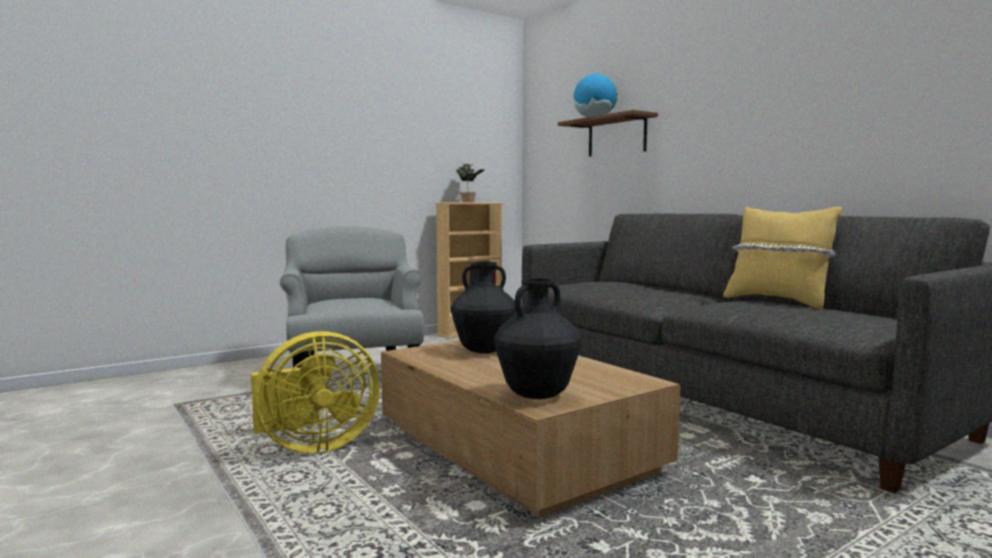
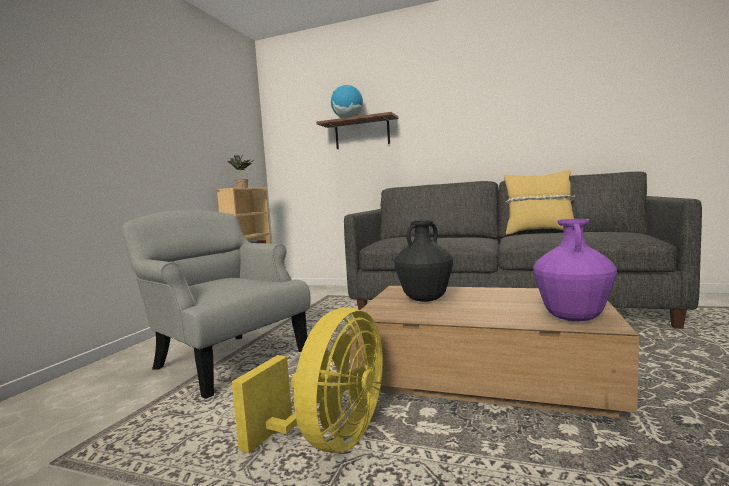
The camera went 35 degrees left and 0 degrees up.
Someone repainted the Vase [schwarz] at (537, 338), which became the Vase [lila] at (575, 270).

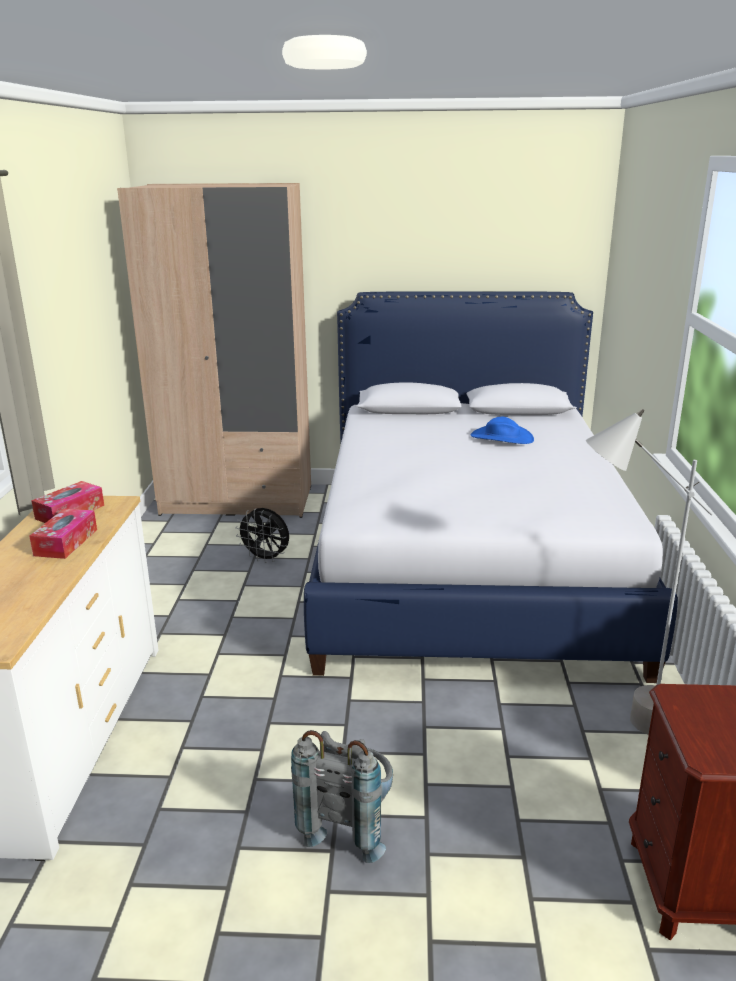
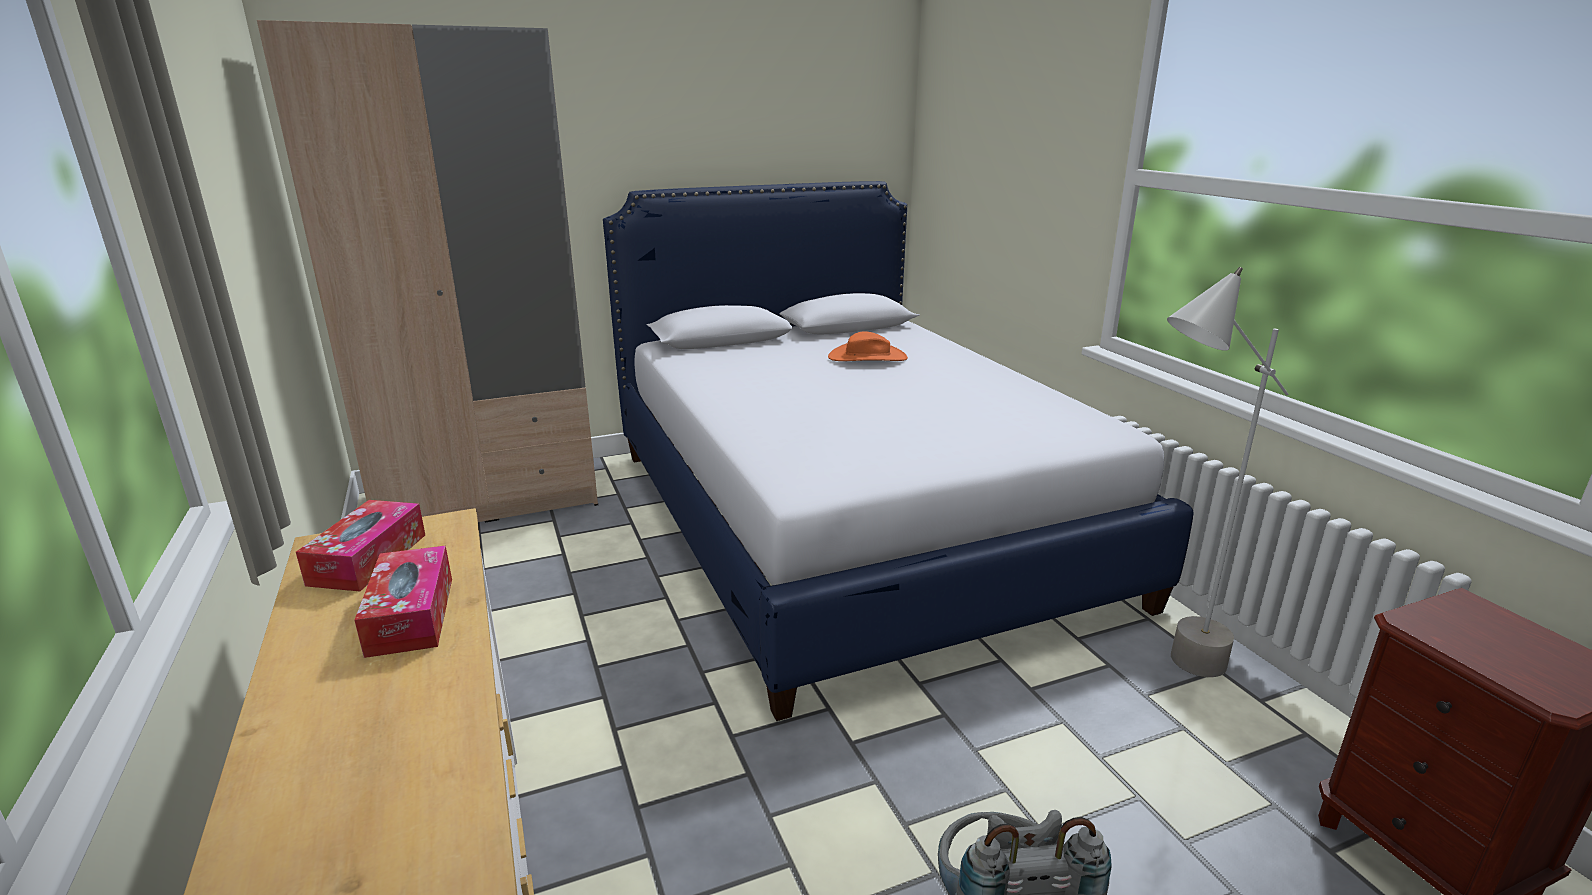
The camera went 25 degrees left and 0 degrees up.
Someone repainted the Hut [blau] at (502, 430), which became the Hut [orange] at (868, 346).
Someone took away the Ventilator [schwarz] at (262, 535).

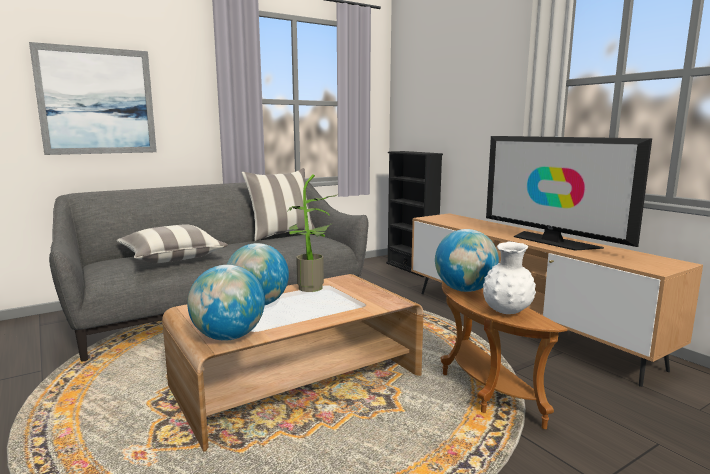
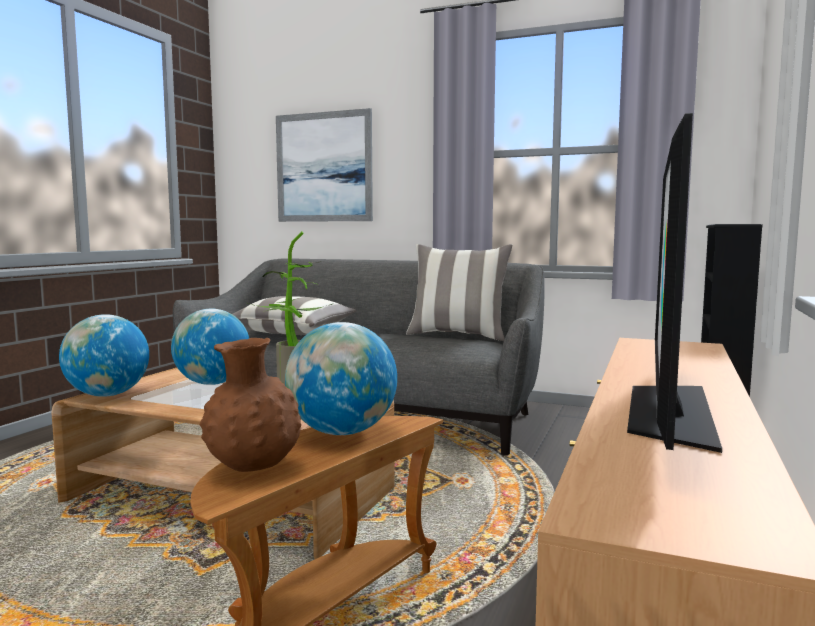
The camera went 55 degrees right and 5 degrees down.
Someone repainted the Vase [weiß] at (509, 278), which became the Vase [braun] at (250, 405).

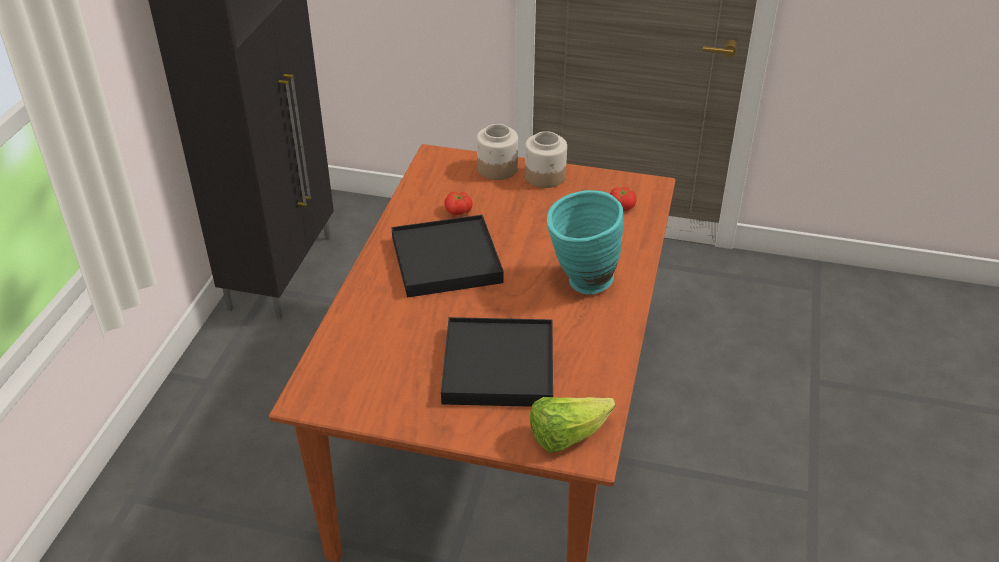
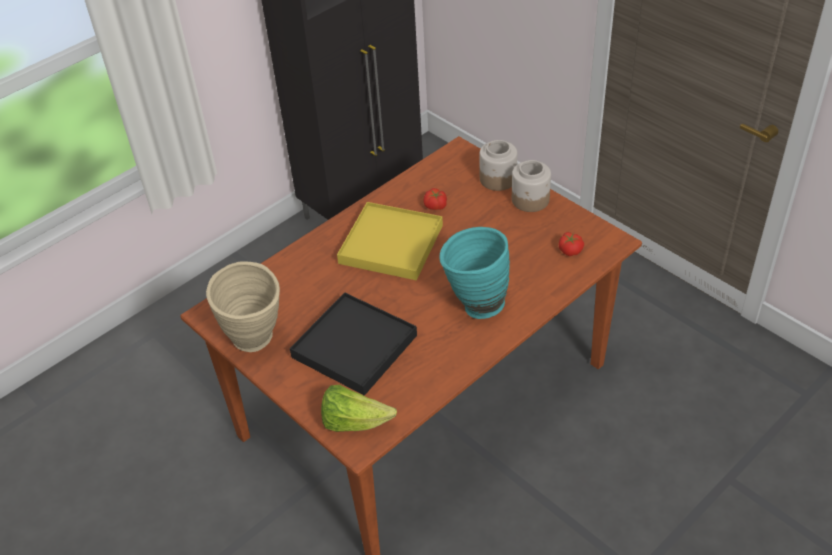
The camera went 35 degrees right and 5 degrees up.
Someone repainted the Tablett [schwarz] at (447, 256), which became the Tablett [gelb] at (390, 241).
Someone put down the Vase [beige] at (243, 306).

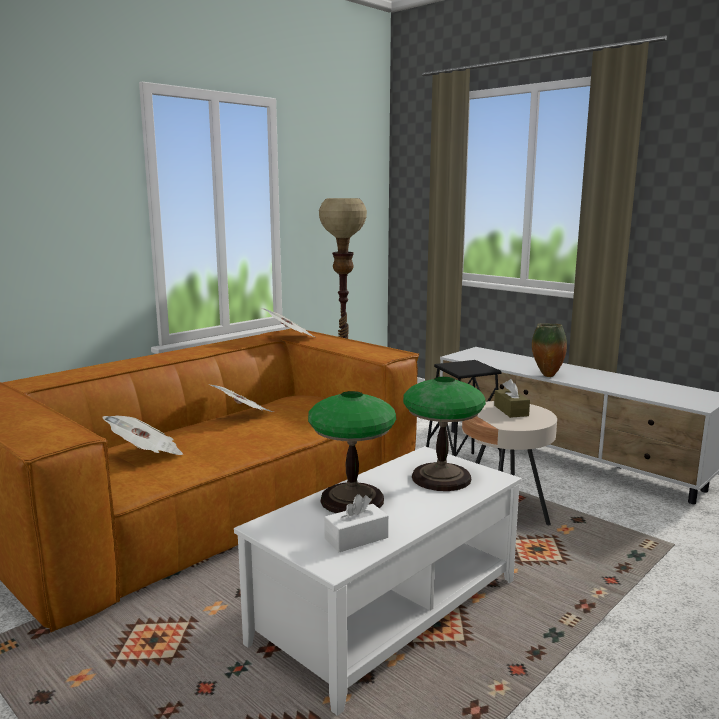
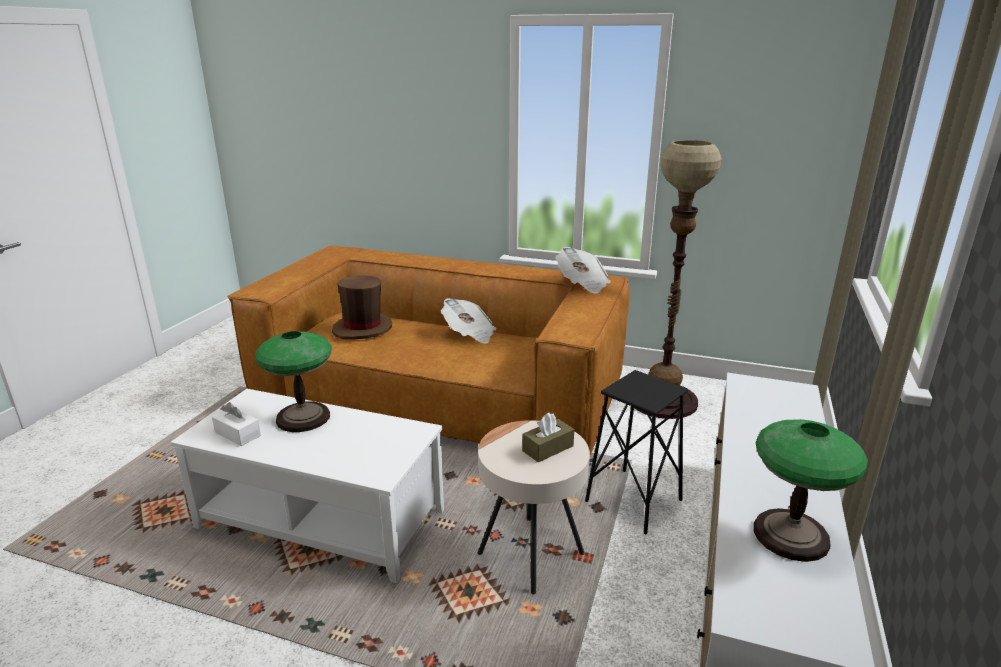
The camera went 65 degrees right and 10 degrees up.
Someone took away the Vase at (549, 350).
Someone carried the Tischlampe from (444, 434) to (810, 490).
Someone swapped the Zeitung at (143, 435) for the Hut [braun] at (362, 307).

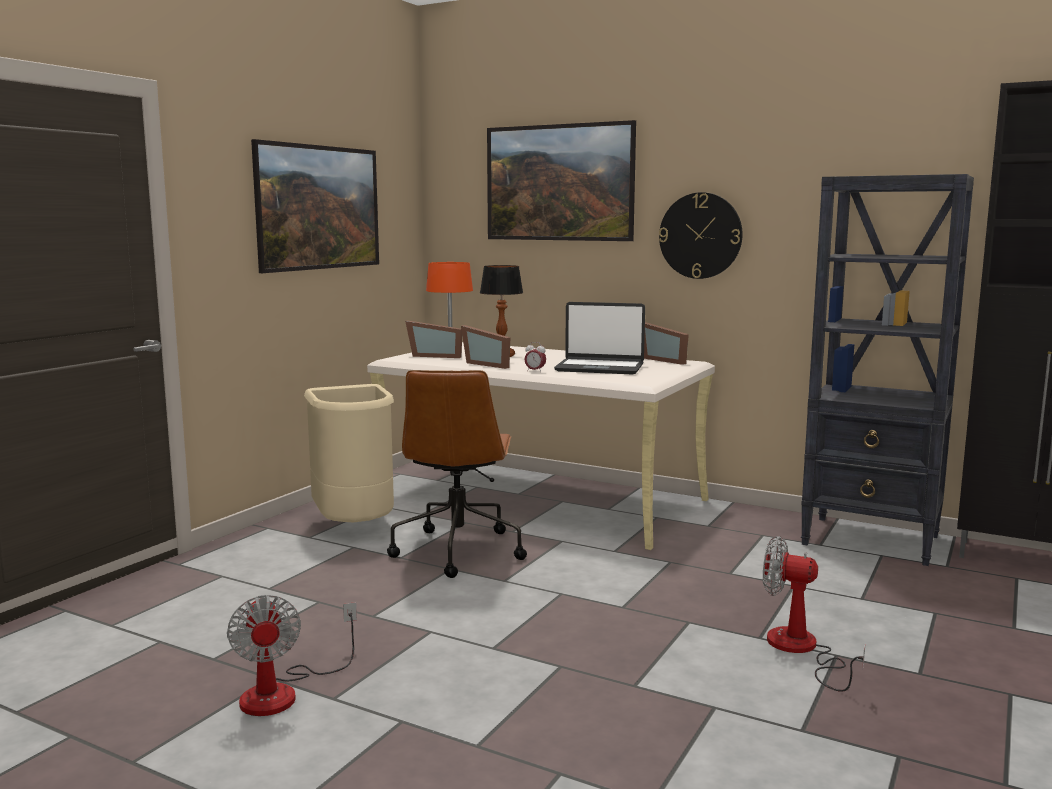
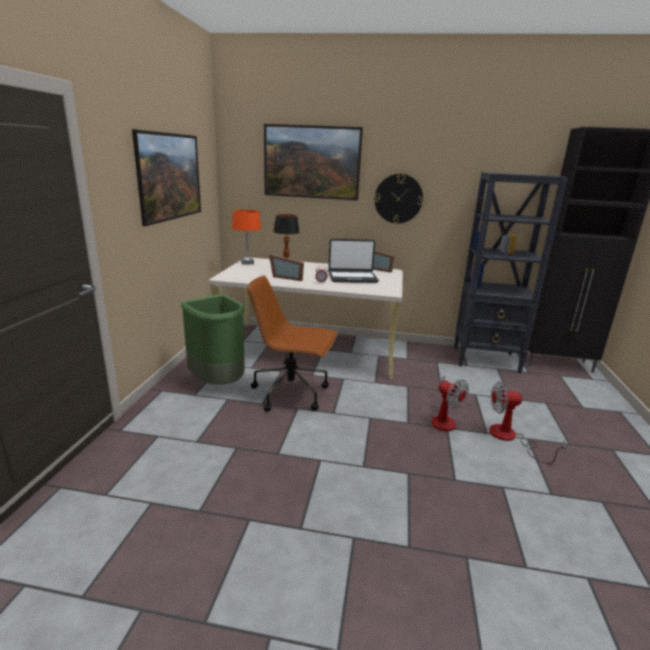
The camera went 20 degrees left and 10 degrees up.
Someone took away the Bilderrahmen at (433, 339).
Someone rotated the Bürostuhl [braun] at (457, 474) by 120 degrees clockwise.
Someone repainted the Mülleimer [beige] at (349, 453), which became the Mülleimer [grün] at (213, 339).
Someone carried the Ventilator from (292, 655) to (449, 403).

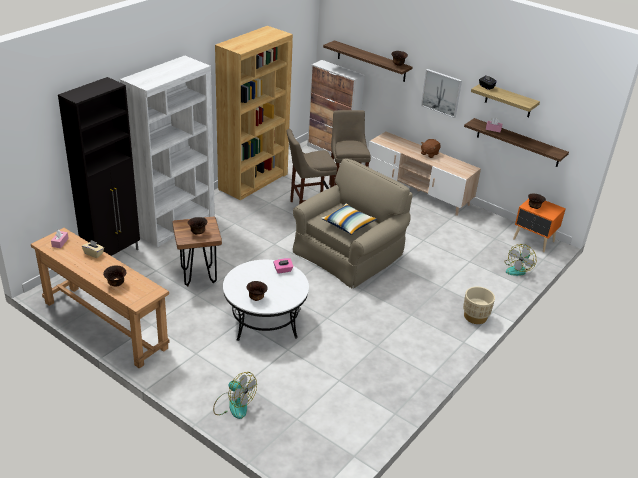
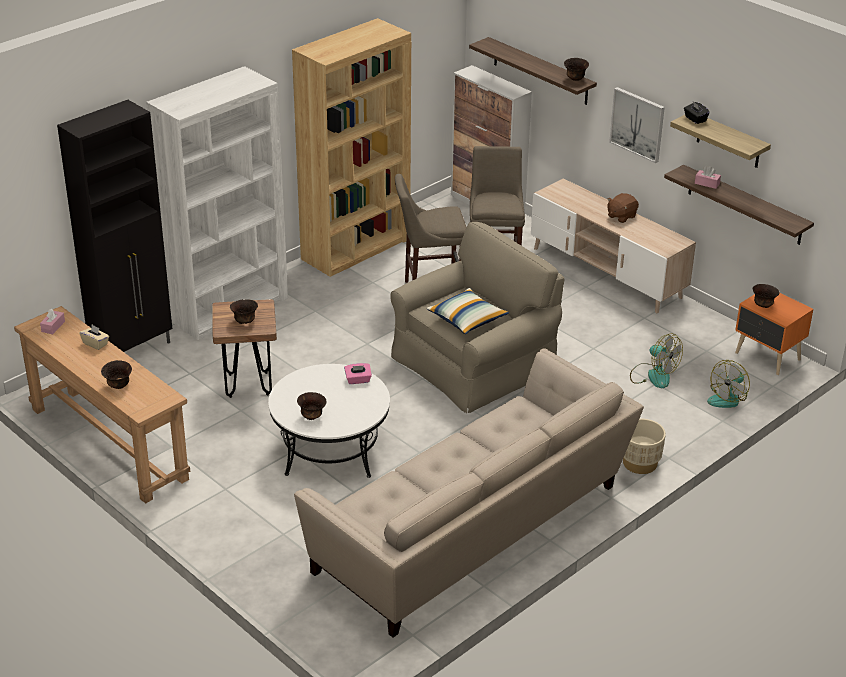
The camera went 10 degrees right and 0 degrees up.
Someone carried the Ventilator from (235, 395) to (656, 360).
Someone put down the Sofa [beige] at (469, 493).

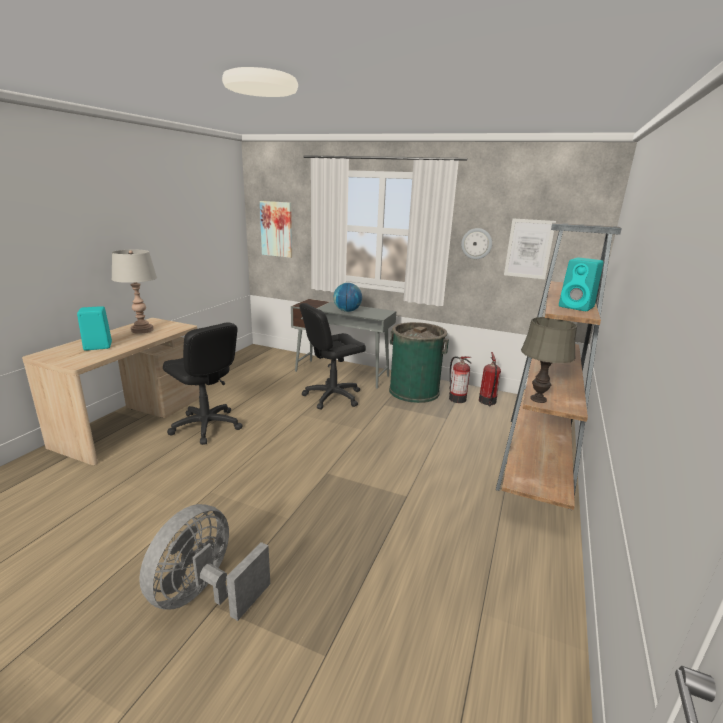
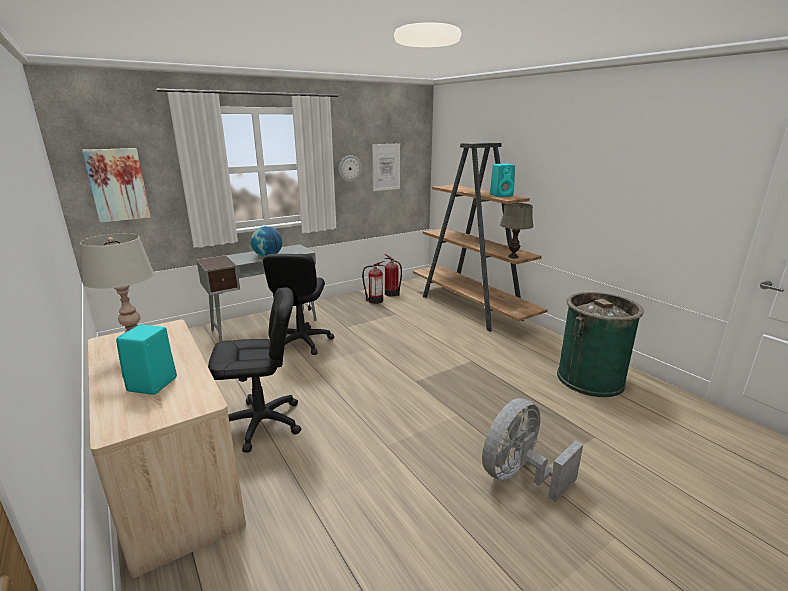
The camera went 55 degrees left and 0 degrees up.
Someone carried the Mülleimer [grün] from (419, 362) to (600, 344).
Someone rotated the Ventilator [grau] at (204, 562) by 75 degrees clockwise.

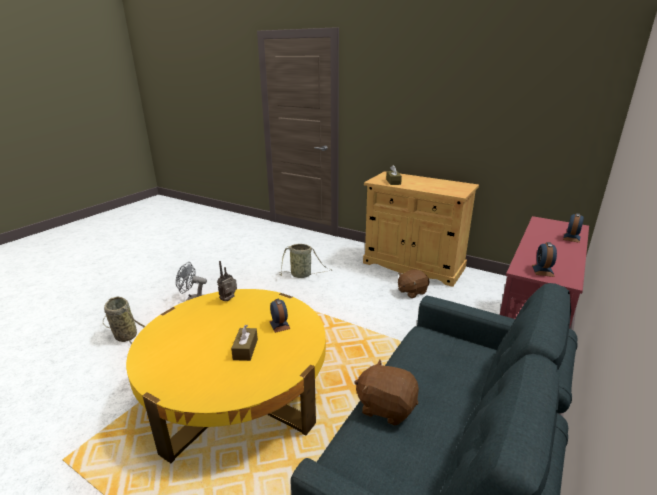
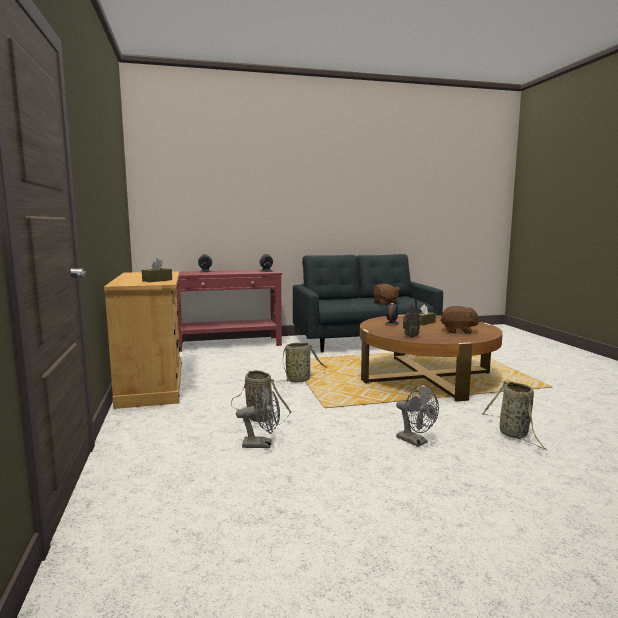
The camera went 135 degrees left and 15 degrees down.
Someone carried the Plüschtier [braun] from (414, 283) to (460, 320).
Someone repainted the Couchtisch [gelb] at (226, 376), which became the Couchtisch [braun] at (431, 358).
Someone put down the Korb at (302, 362).
Someone put down the Ventilator [grau] at (258, 416).

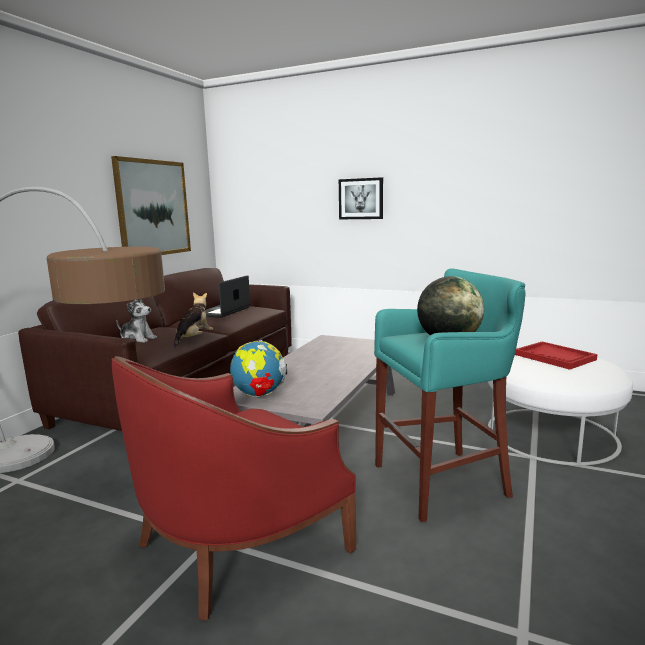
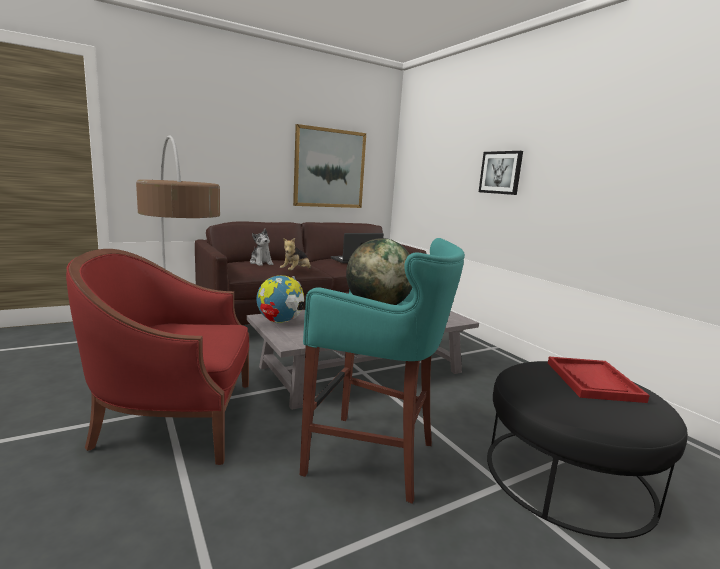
The camera went 35 degrees right and 0 degrees up.
Someone rotated the Plüschtier at (193, 320) by 150 degrees clockwise.
Someone repainted the Polsterhocker [weiß] at (560, 410), which became the Polsterhocker [schwarz] at (587, 450).

